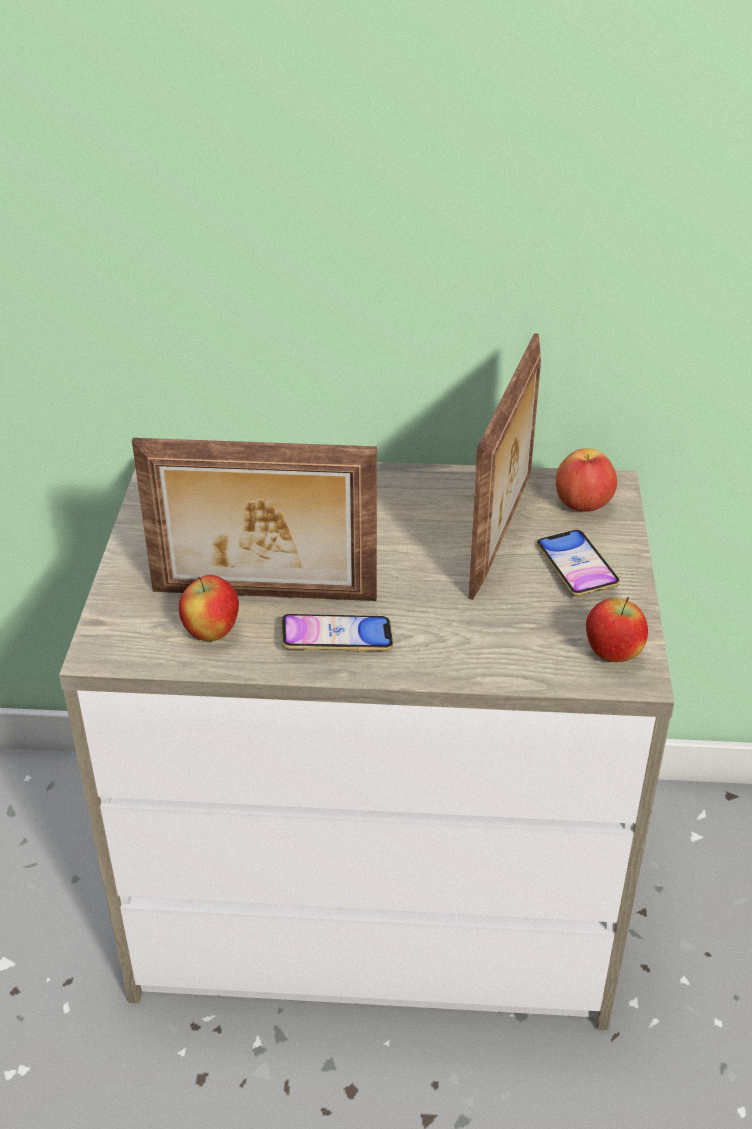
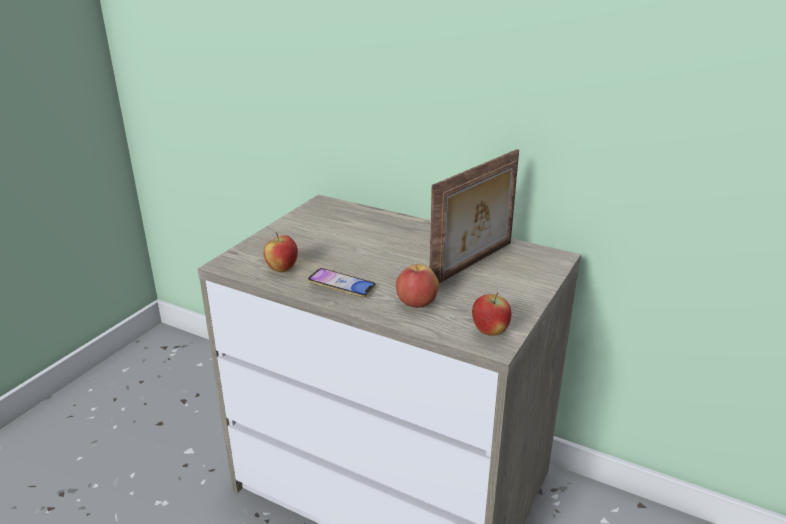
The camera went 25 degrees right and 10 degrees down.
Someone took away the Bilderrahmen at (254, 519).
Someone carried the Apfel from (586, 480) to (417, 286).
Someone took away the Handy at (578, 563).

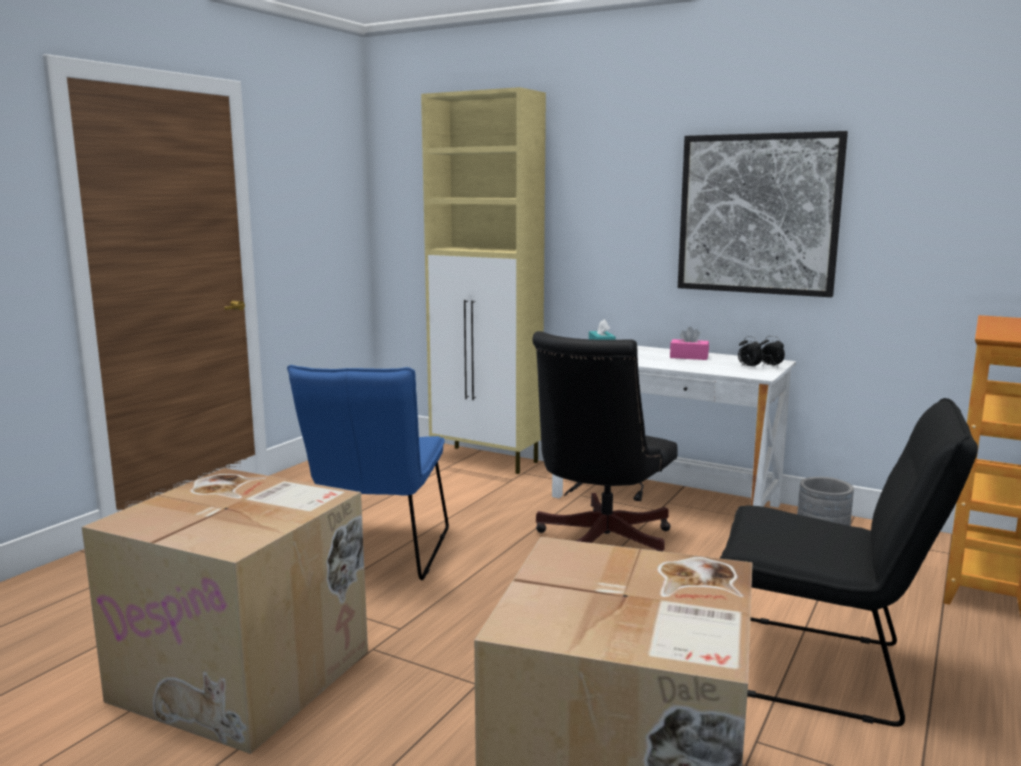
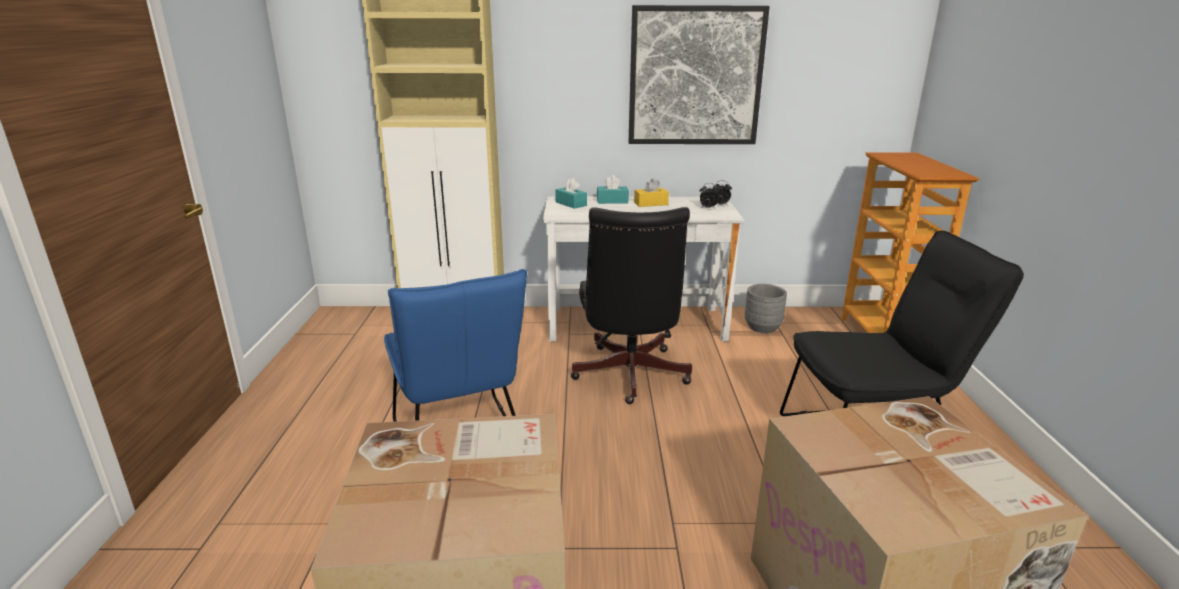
The camera went 30 degrees left and 10 degrees up.
Someone repainted the Taschentuchbox [rosa] at (689, 343), which became the Taschentuchbox [gelb] at (651, 192).
Someone put down the Taschentuchbox [türkis] at (613, 189).

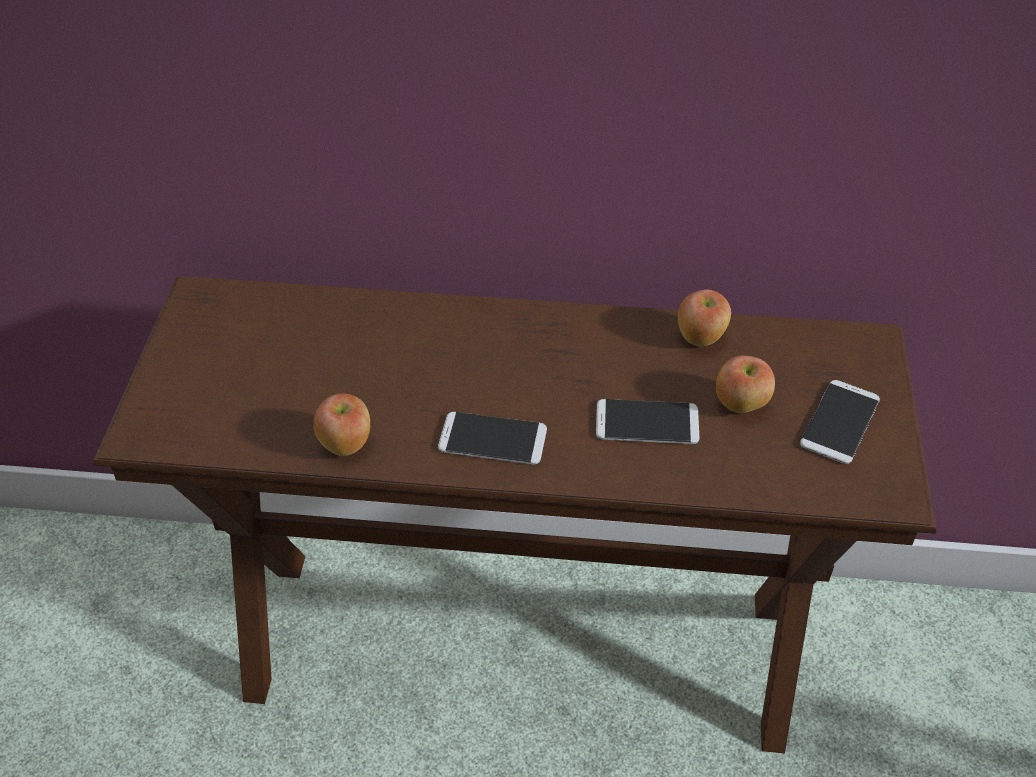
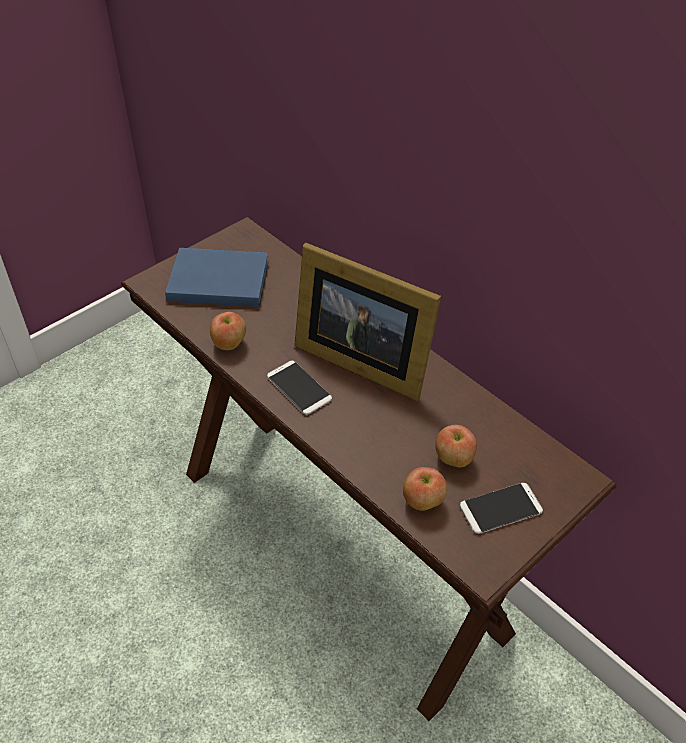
The camera went 40 degrees right and 0 degrees up.
Someone carried the Apfel from (704, 318) to (425, 489).
Someone took away the Handy at (647, 421).
Someone put down the Bilderrahmen at (367, 322).
Someone put down the Buch [blau] at (217, 277).

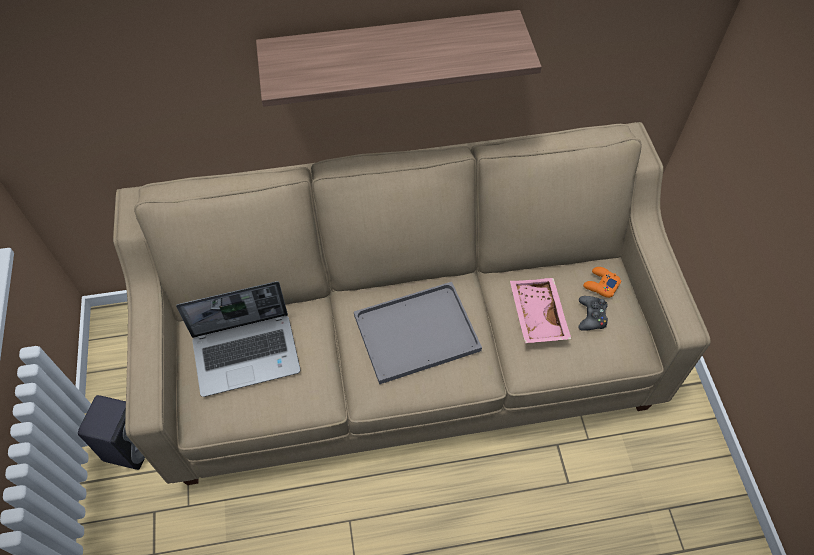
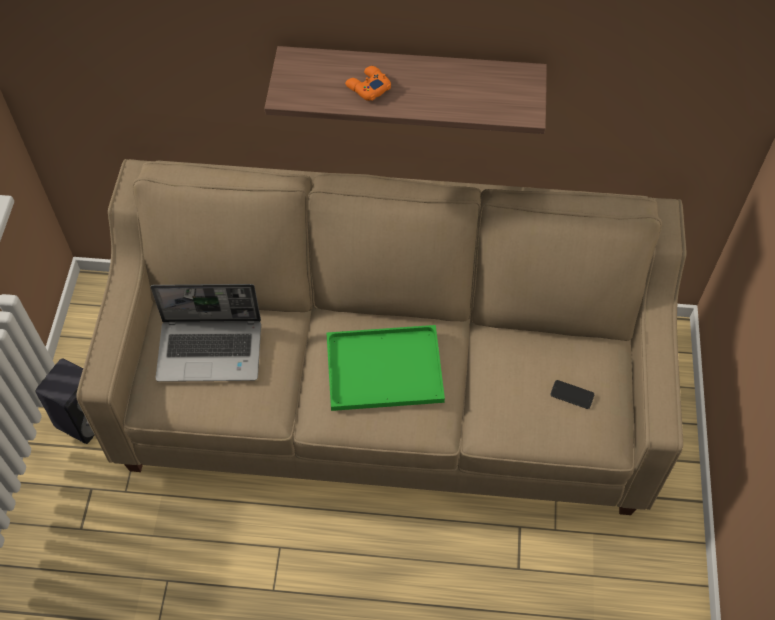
The camera went 15 degrees right and 0 degrees up.
Someone carried the Gamepad [orange] from (602, 282) to (368, 83).
Someone took away the Tablett [rosa] at (540, 310).
Someone repainted the Tablett [grau] at (418, 333), which became the Tablett [grün] at (386, 368).
Someone swapped the Gamepad [schwarz] at (593, 313) for the Handy at (572, 394).

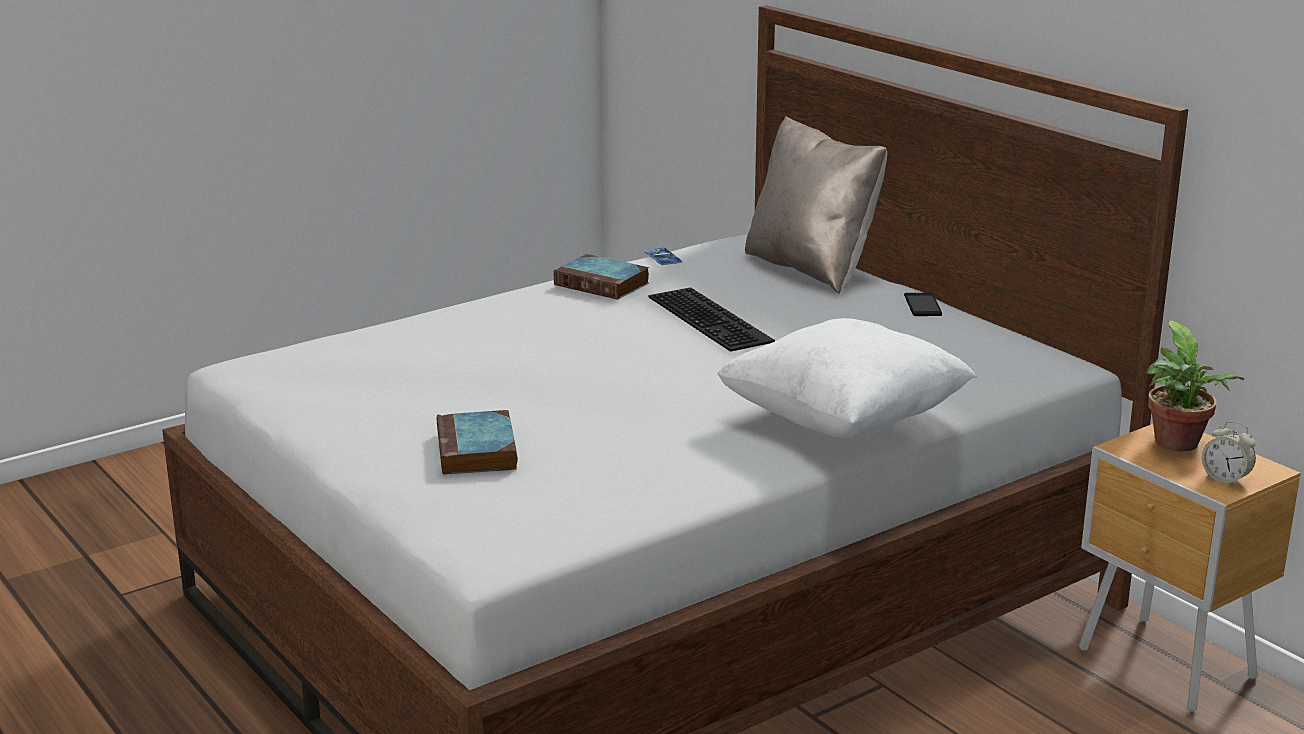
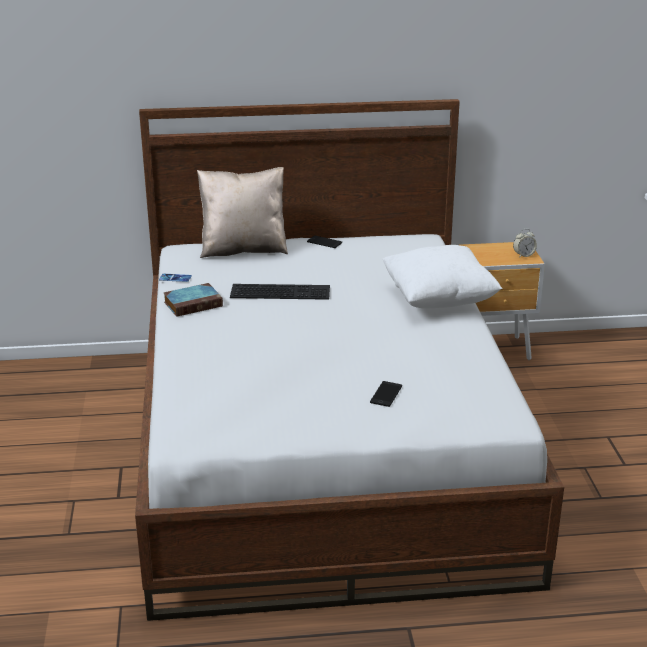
The camera went 60 degrees left and 5 degrees up.
Someone took away the Topfpflanze at (1196, 386).
Someone swapped the Buch at (477, 442) for the Handy at (386, 394).

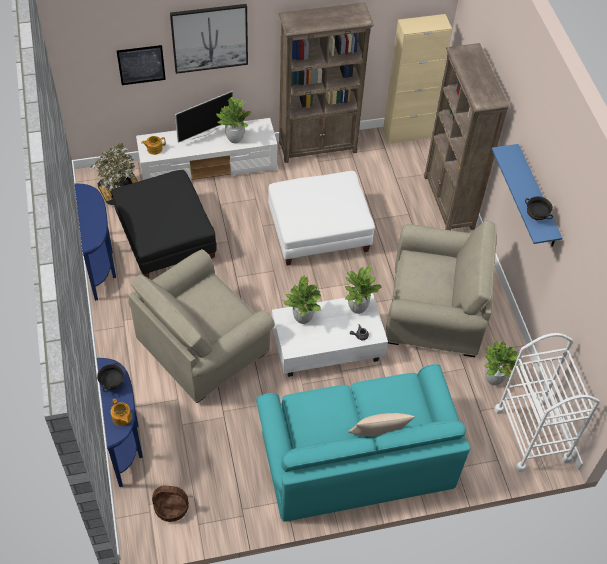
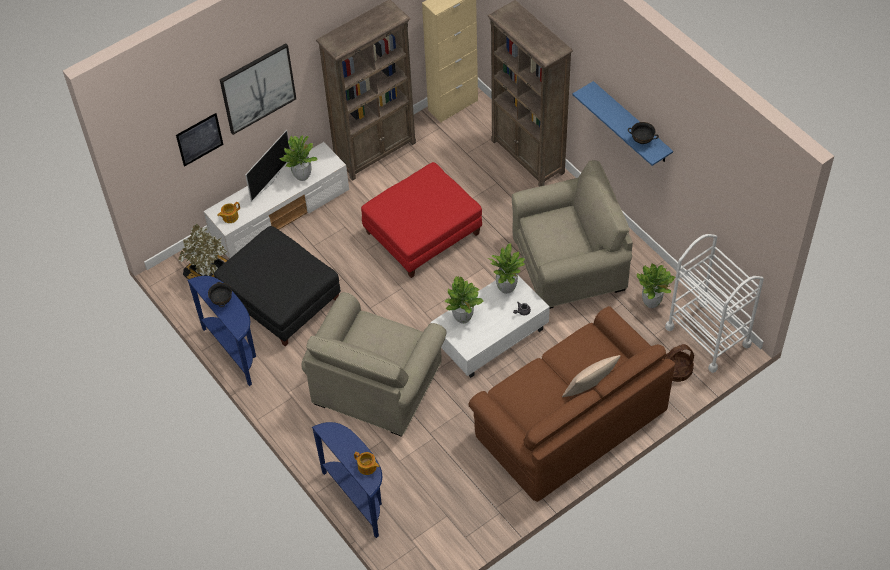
The camera went 20 degrees left and 0 degrees up.
Someone repainted the Polsterhocker [weiß] at (321, 218), which became the Polsterhocker [rot] at (421, 220).
Someone carried the Schüssel [schwarz] from (110, 377) to (220, 294).
Someone repainted the Sofa [türkis] at (363, 443), which became the Sofa [braun] at (572, 404).
Someone carried the Korb from (170, 503) to (679, 363).

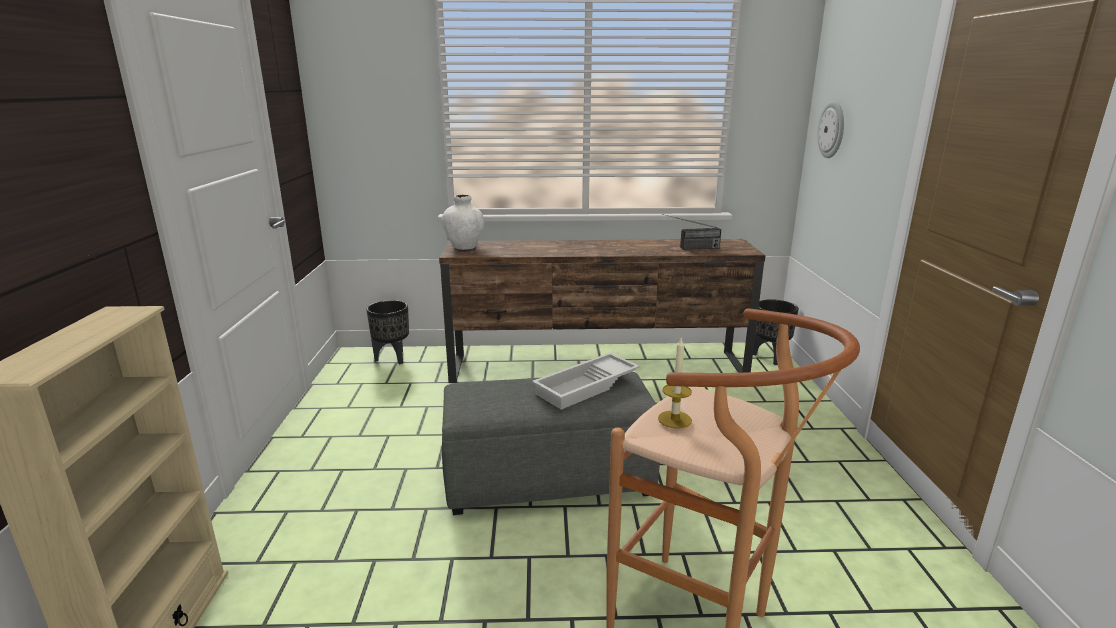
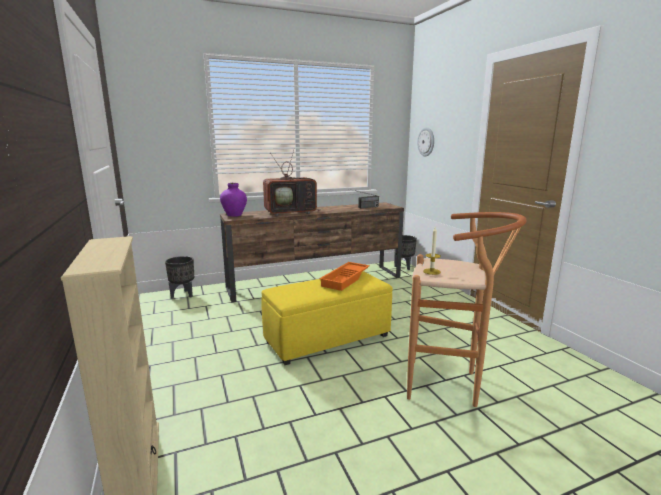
The camera went 20 degrees left and 5 degrees down.
Someone repainted the Vase [weiß] at (463, 222), which became the Vase [lila] at (233, 200).
Someone repainted the Tablett [weiß] at (586, 381), which became the Tablett [orange] at (344, 276).
Someone repainted the Polsterhocker [grau] at (551, 443), which became the Polsterhocker [gelb] at (327, 318).
Someone put down the Fernseher at (291, 182).

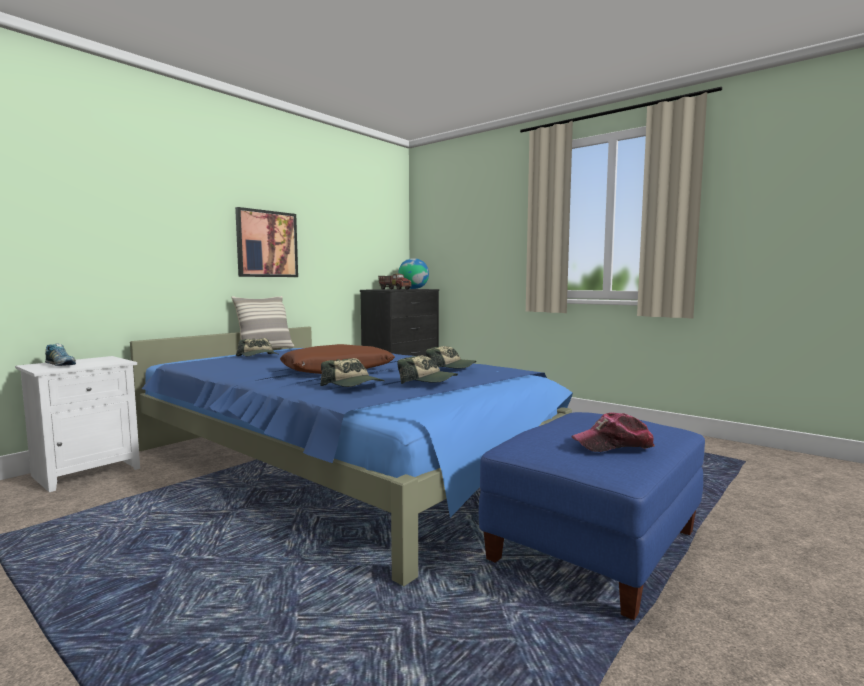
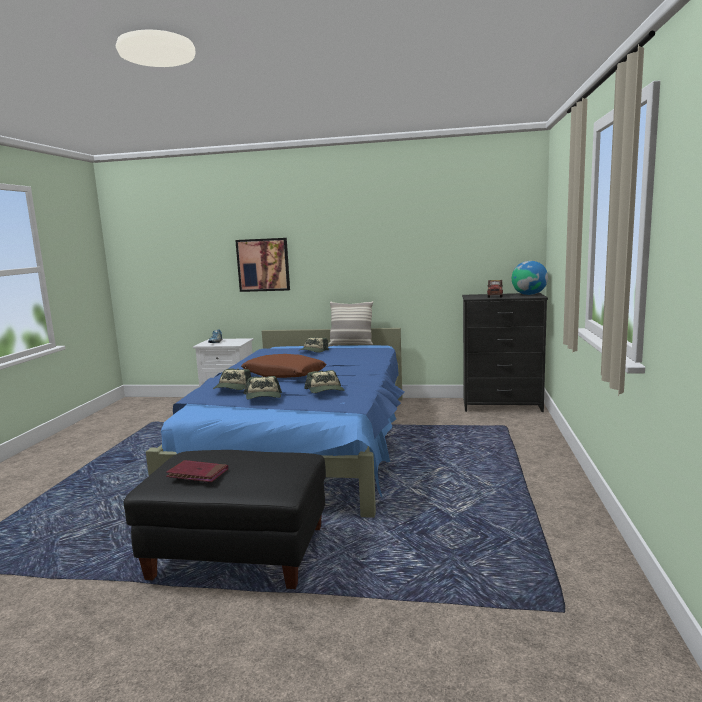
The camera went 60 degrees right and 5 degrees up.
Someone carried the Bild from (266, 242) to (262, 265).
Someone repainted the Polsterhocker [blau] at (592, 516), which became the Polsterhocker [schwarz] at (225, 519).
Someone swapped the Kappe at (613, 432) for the Buch [rot] at (197, 471).

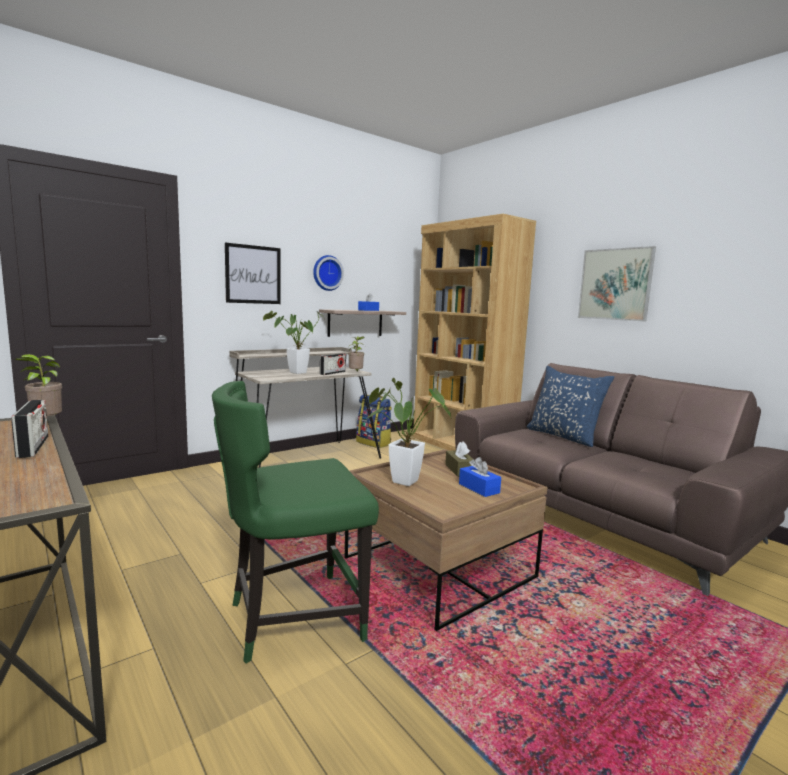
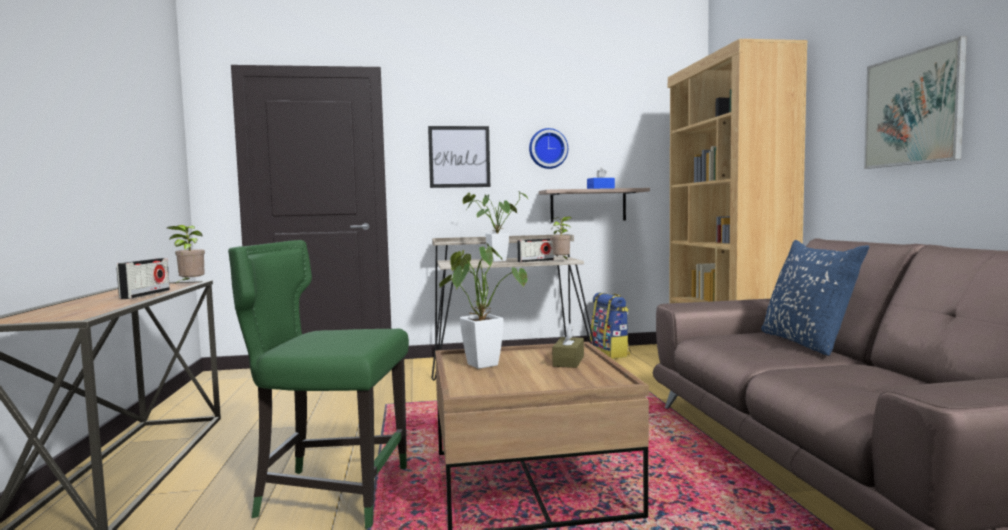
The camera went 30 degrees right and 5 degrees down.
Someone took away the Taschentuchbox [blau] at (480, 477).

